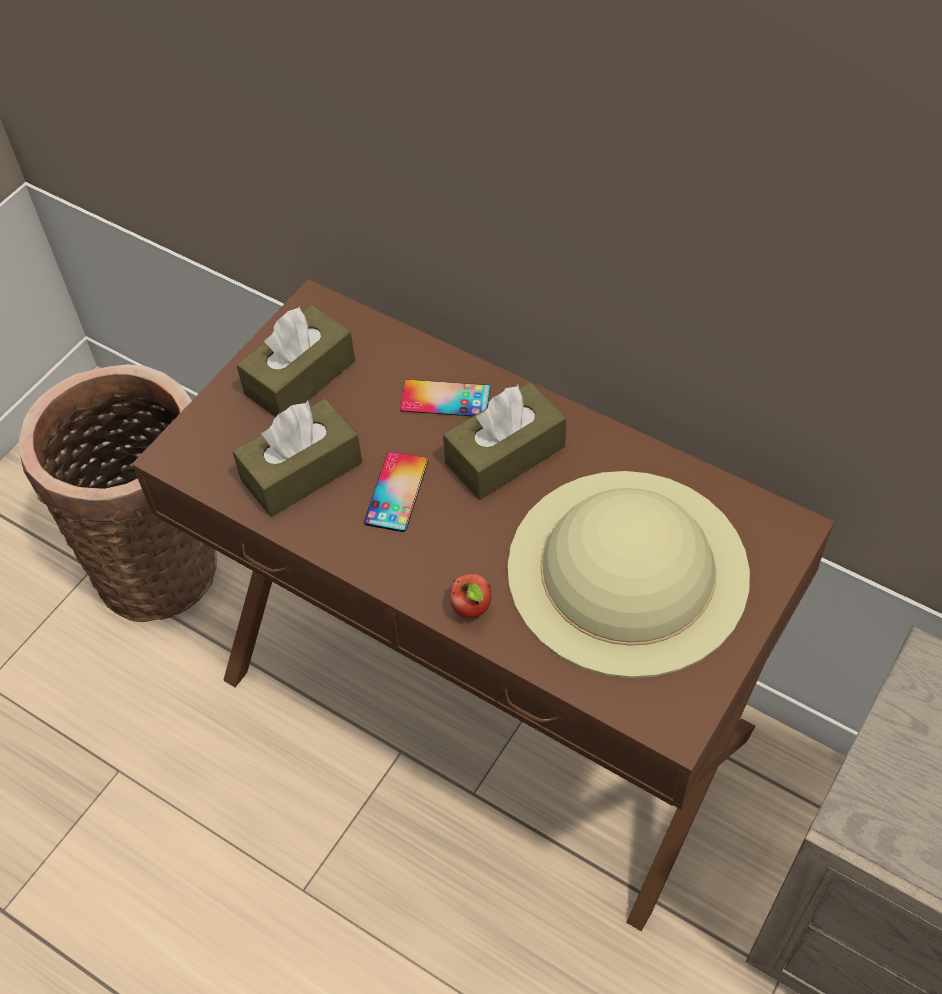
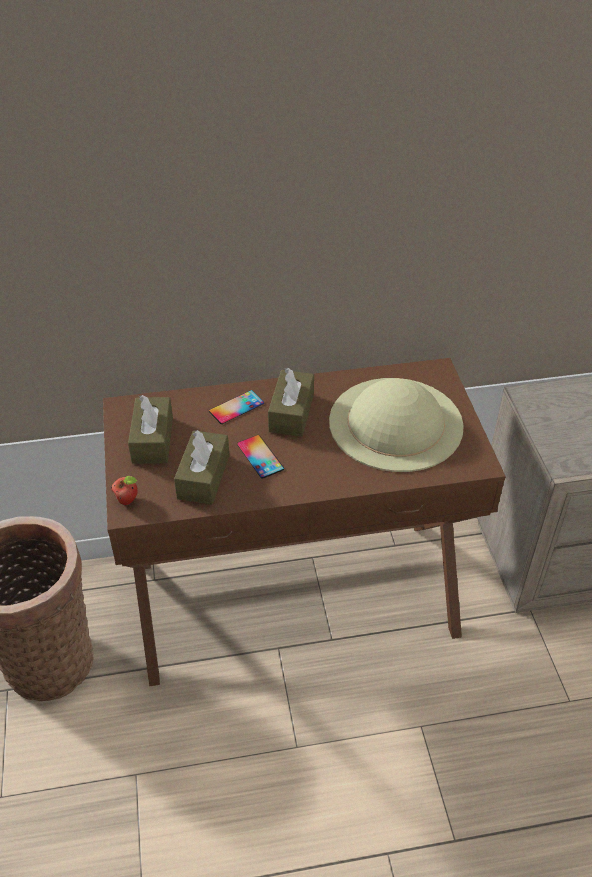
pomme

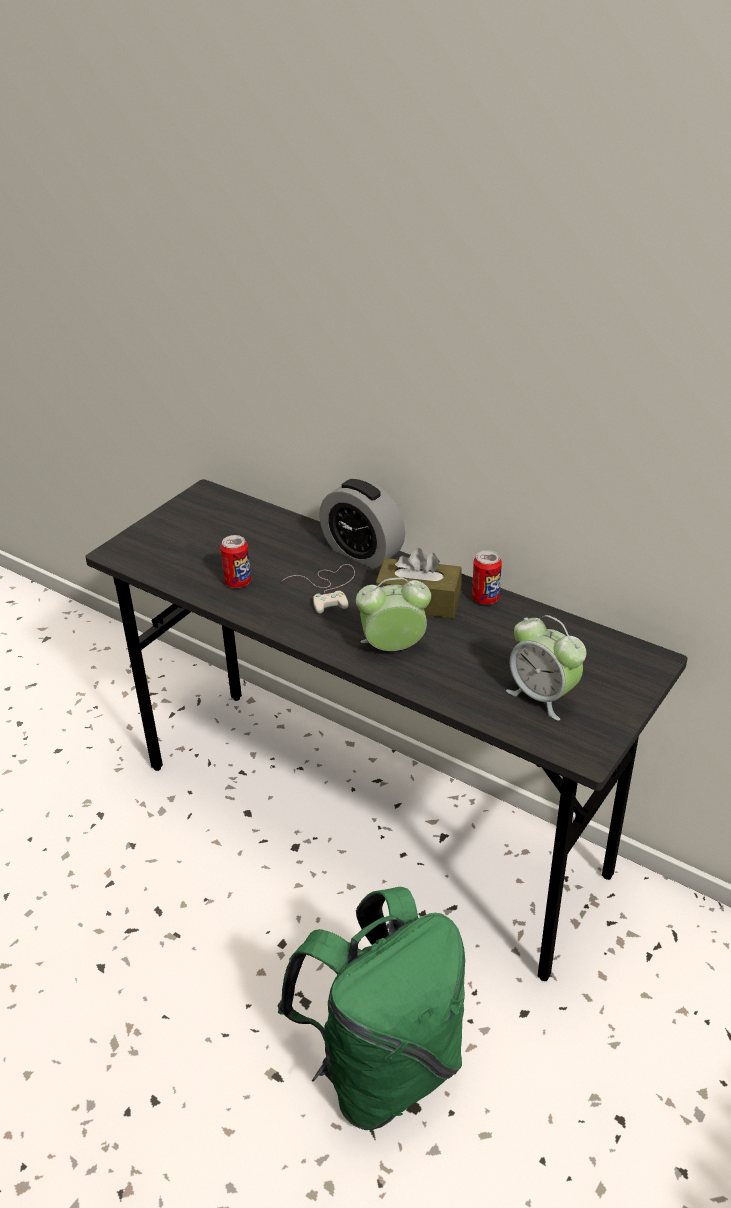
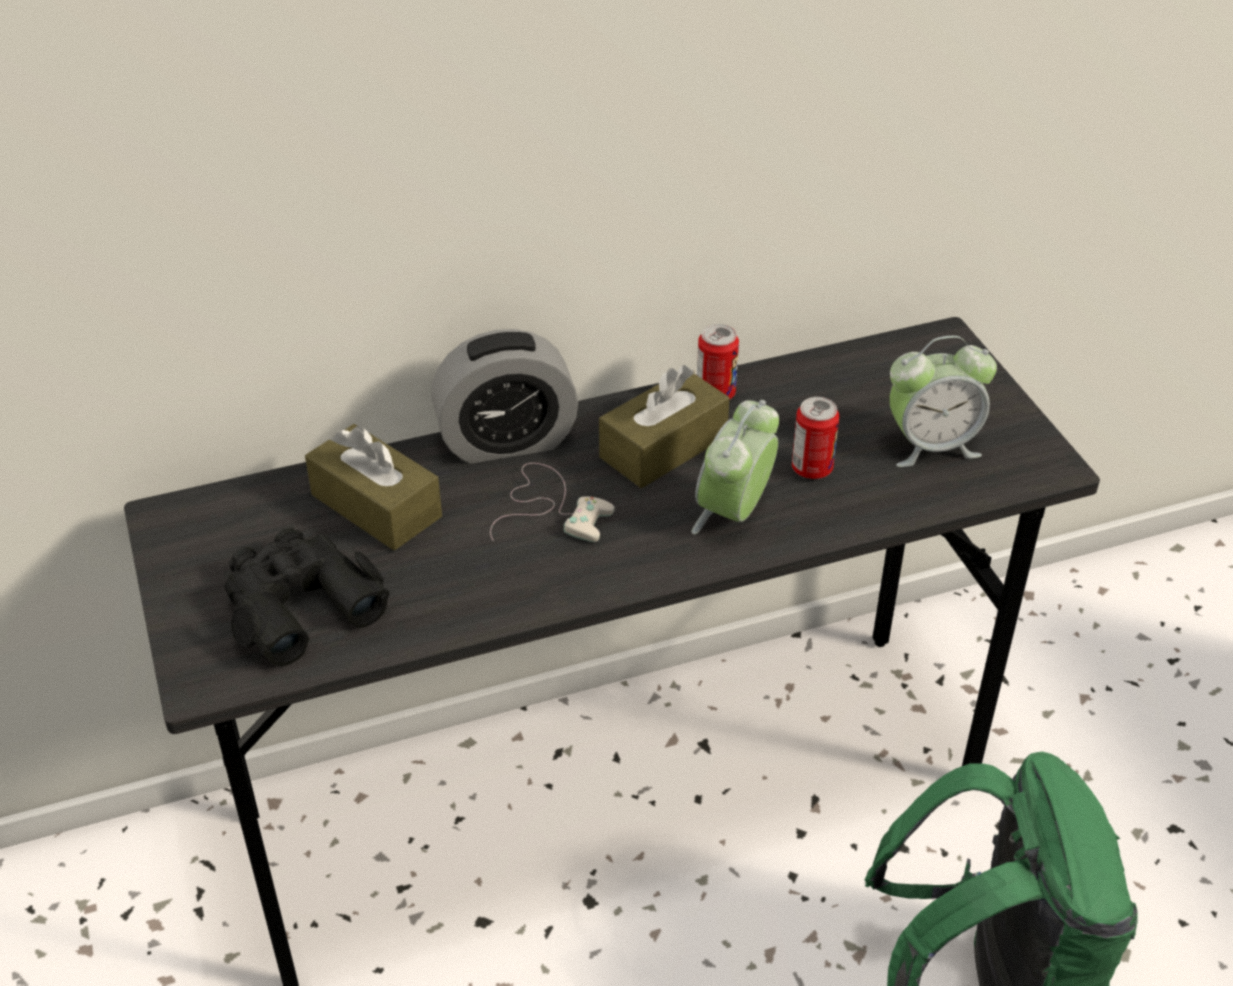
jumelles [noir]
boîte à mouchoirs [marron] (no. 1 from left)
boîte métallique (no. 2 from left)

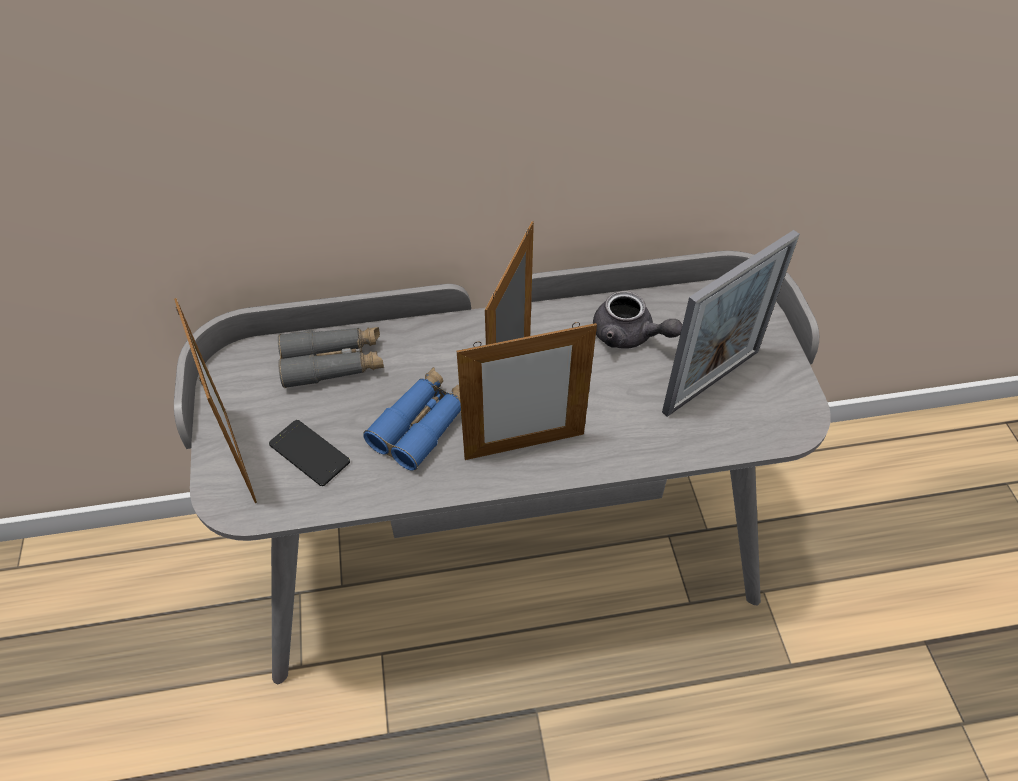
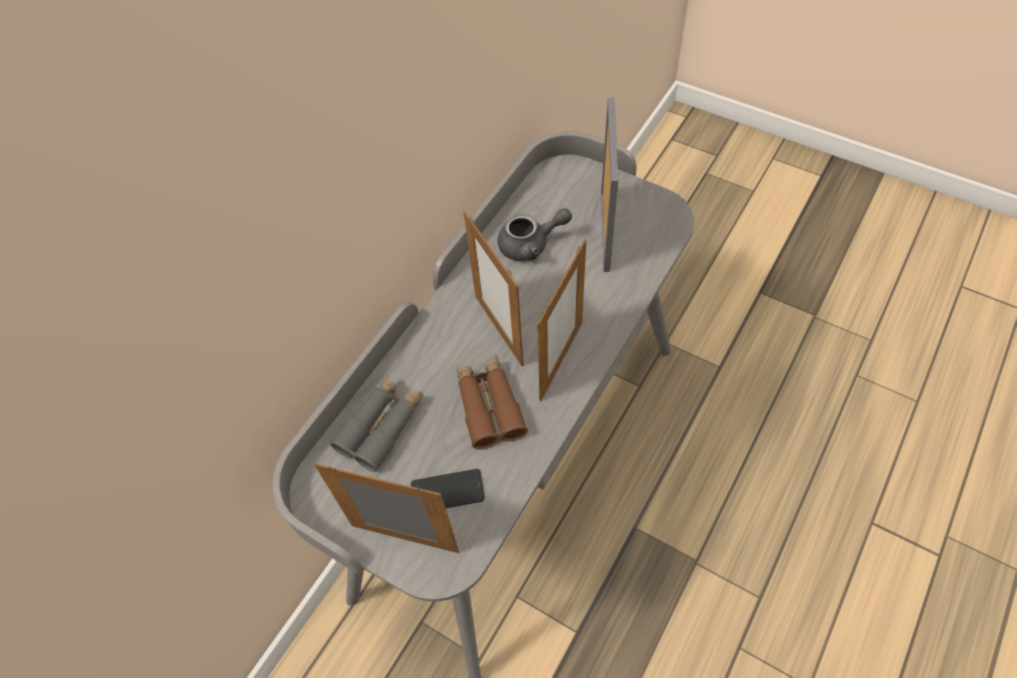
jumelles [marron]

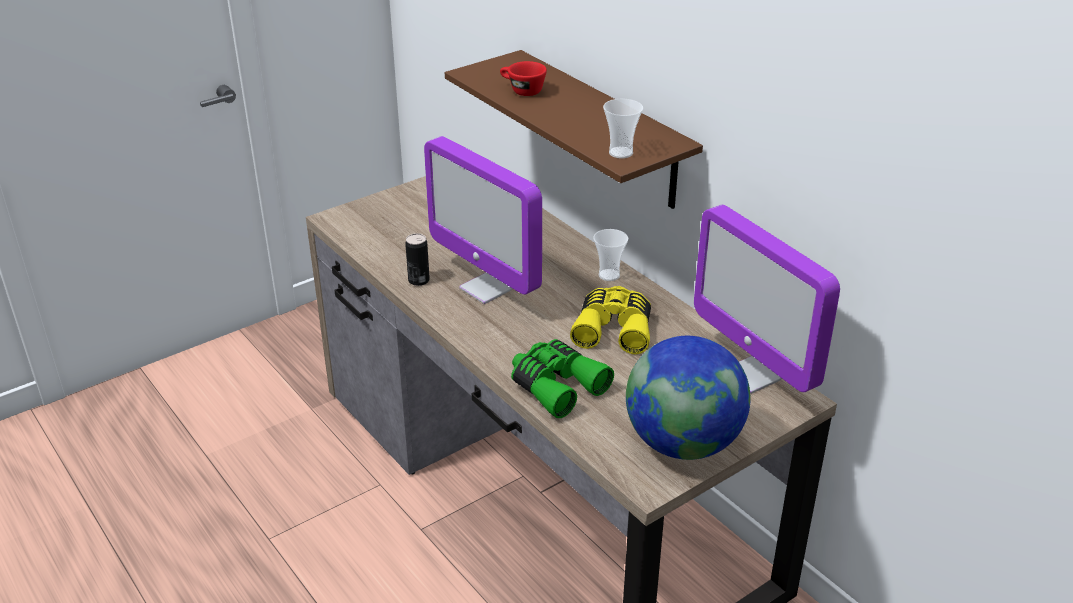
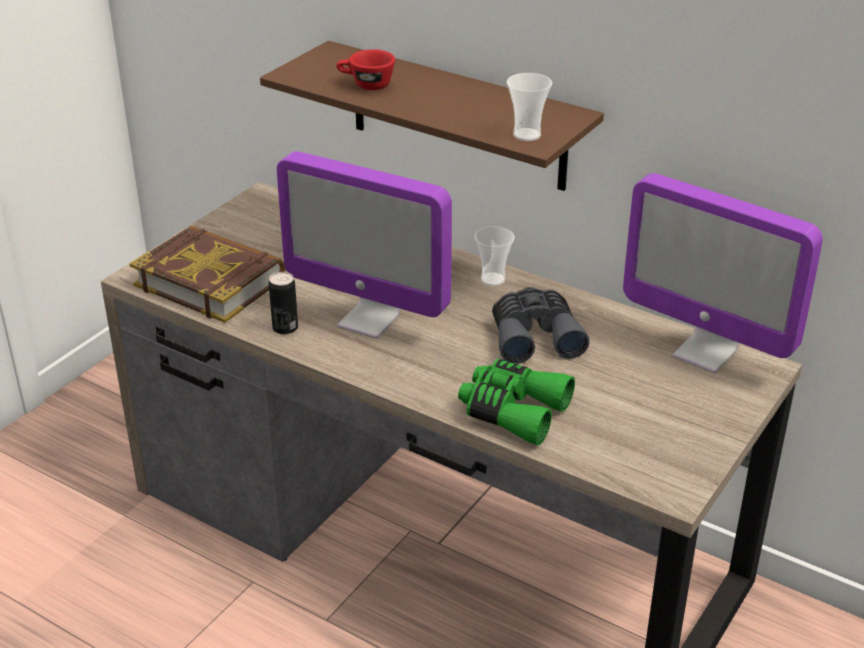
globe
livre
jumelles [gris]

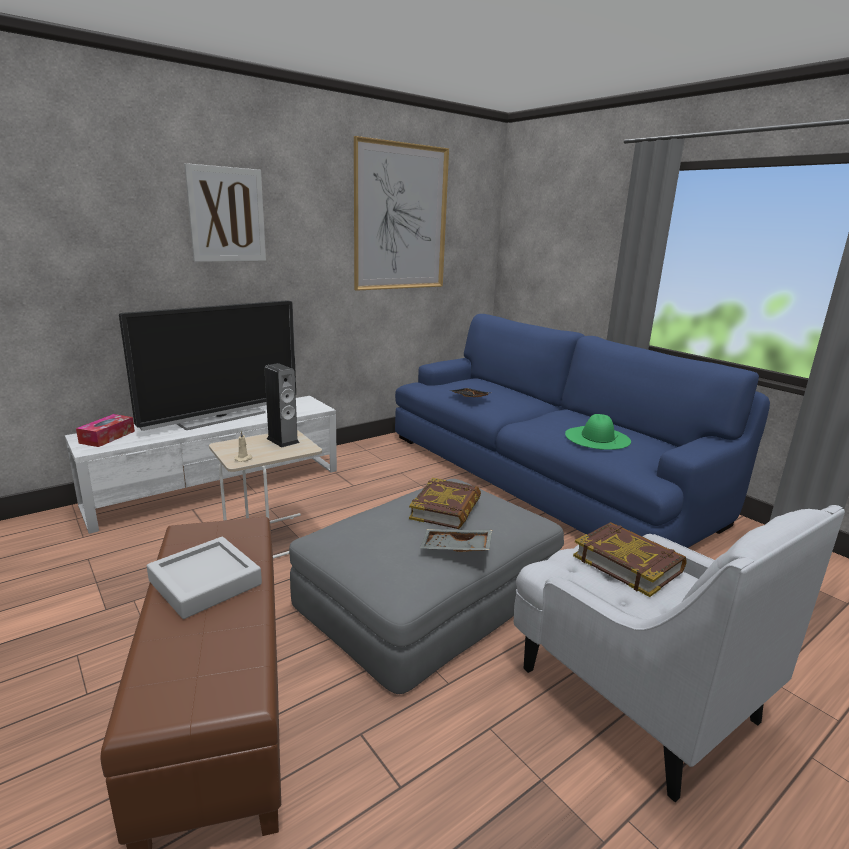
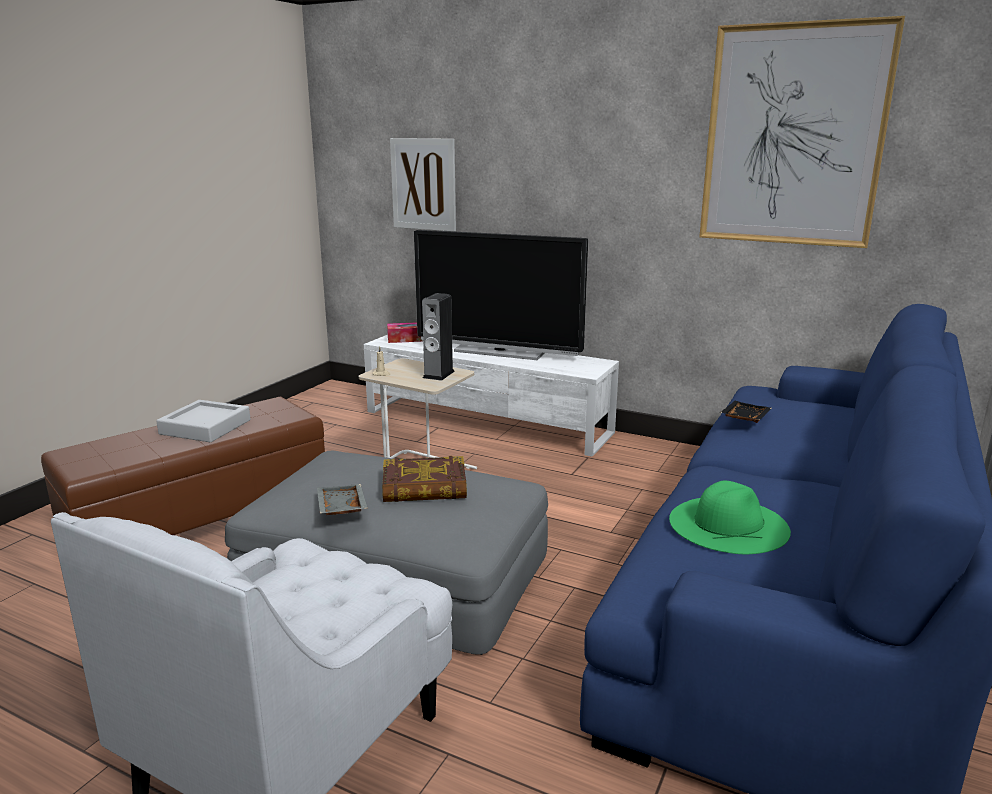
livre (no. 2 from left in the first image)
tableau (no. 1 from left)

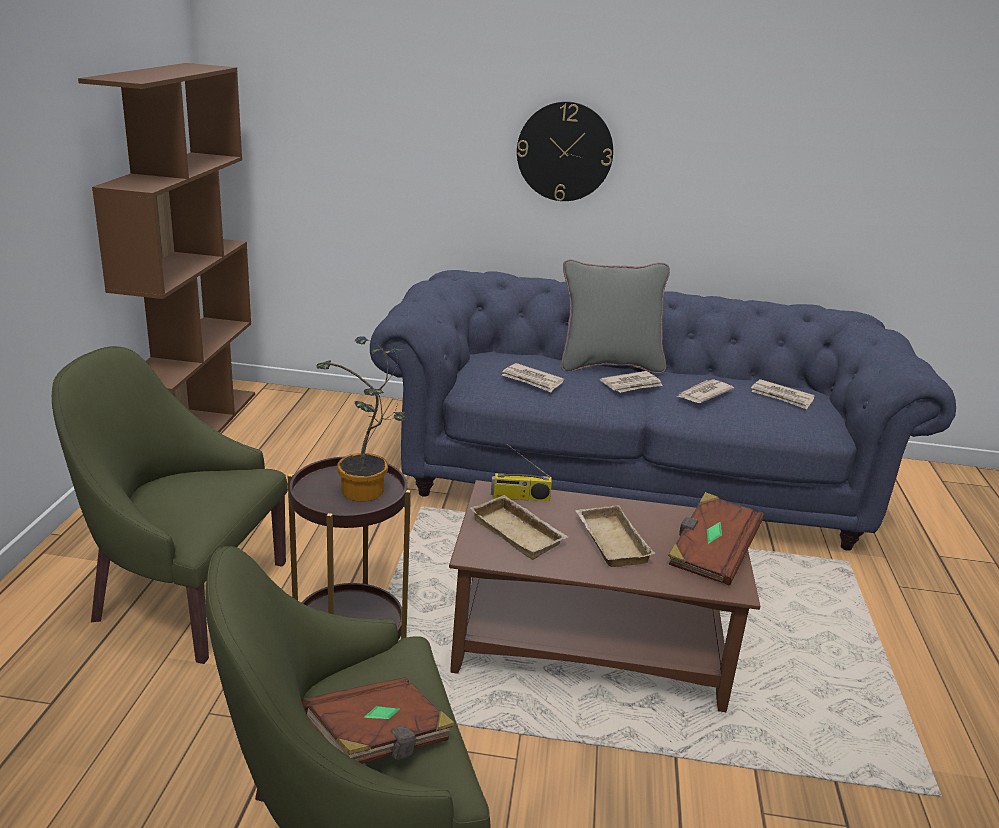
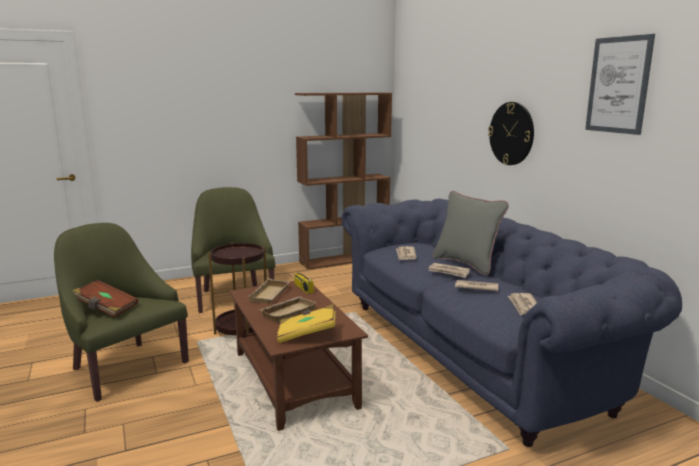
plante en pot
tableau
livre [jaune]

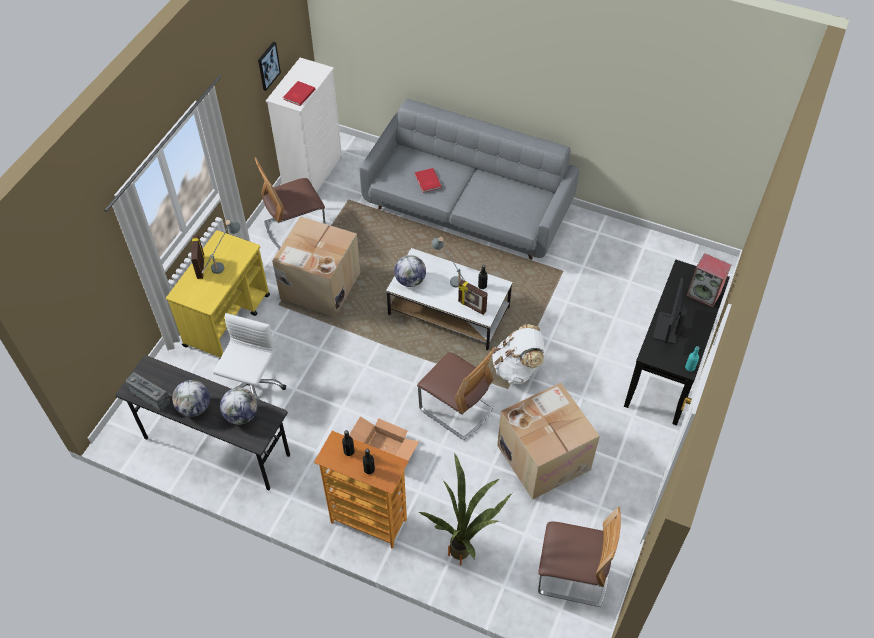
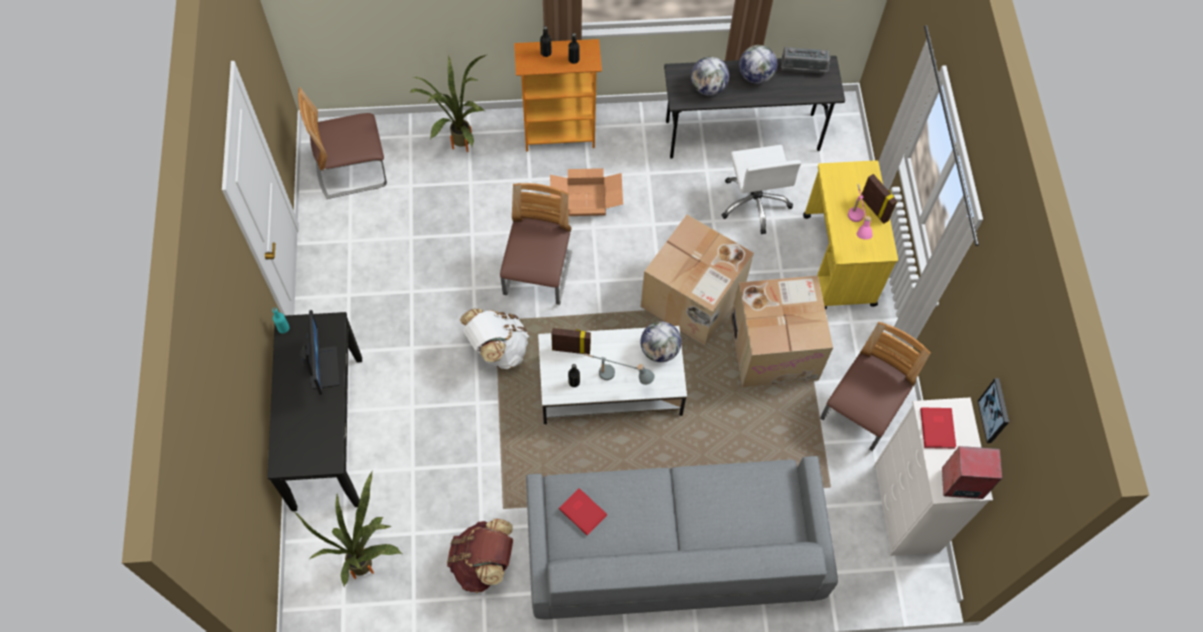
plante en pot (no. 1 from left)
sac à dos [marron]
livre [rouge] (no. 1 from left)
carton (no. 2 from left)
enceinte
lampe de table [rose]
chaise (no. 2 from left)

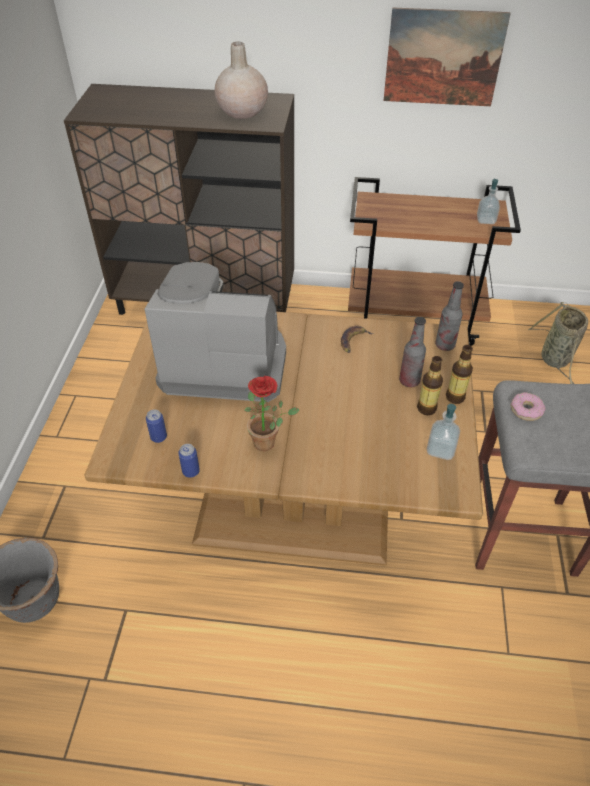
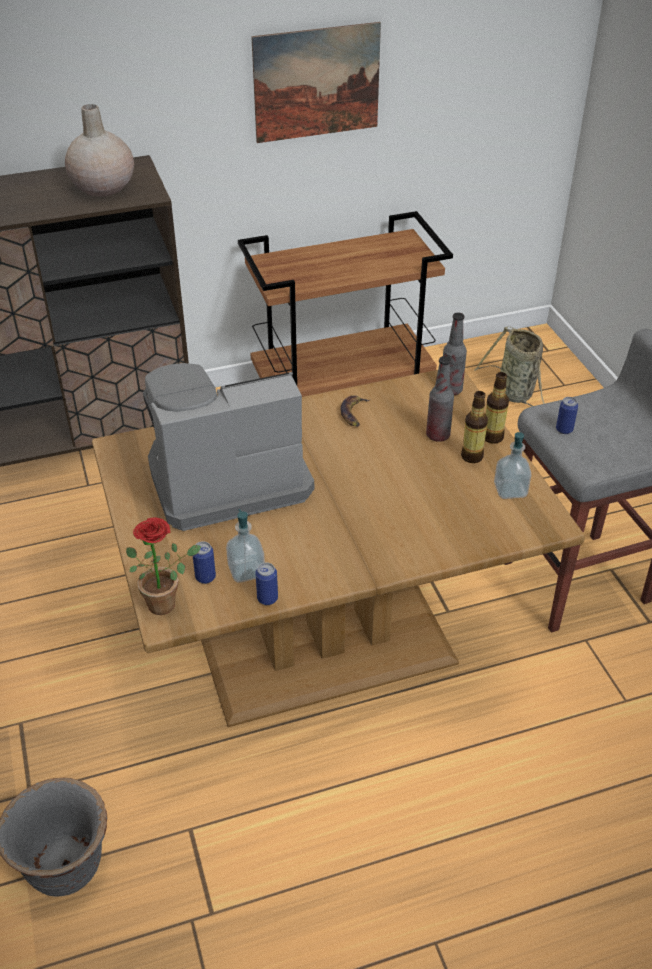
plante en pot
distributeur de savon (no. 1 from left)
boîte métallique (no. 3 from left)

